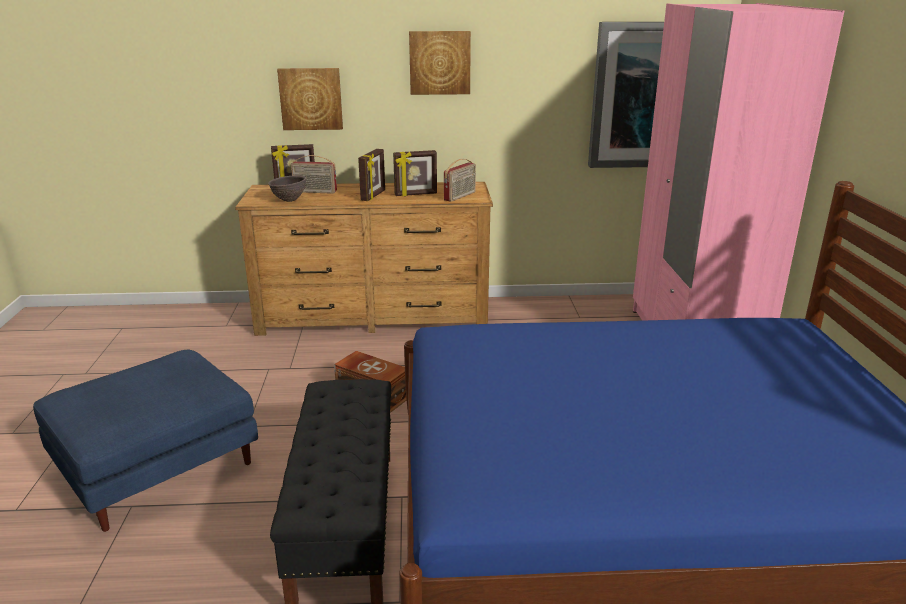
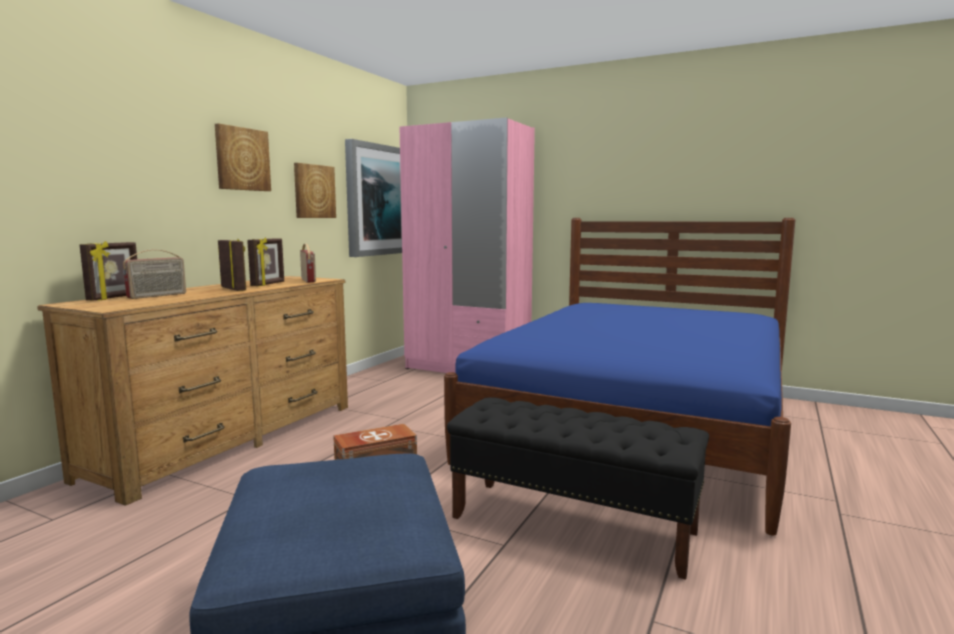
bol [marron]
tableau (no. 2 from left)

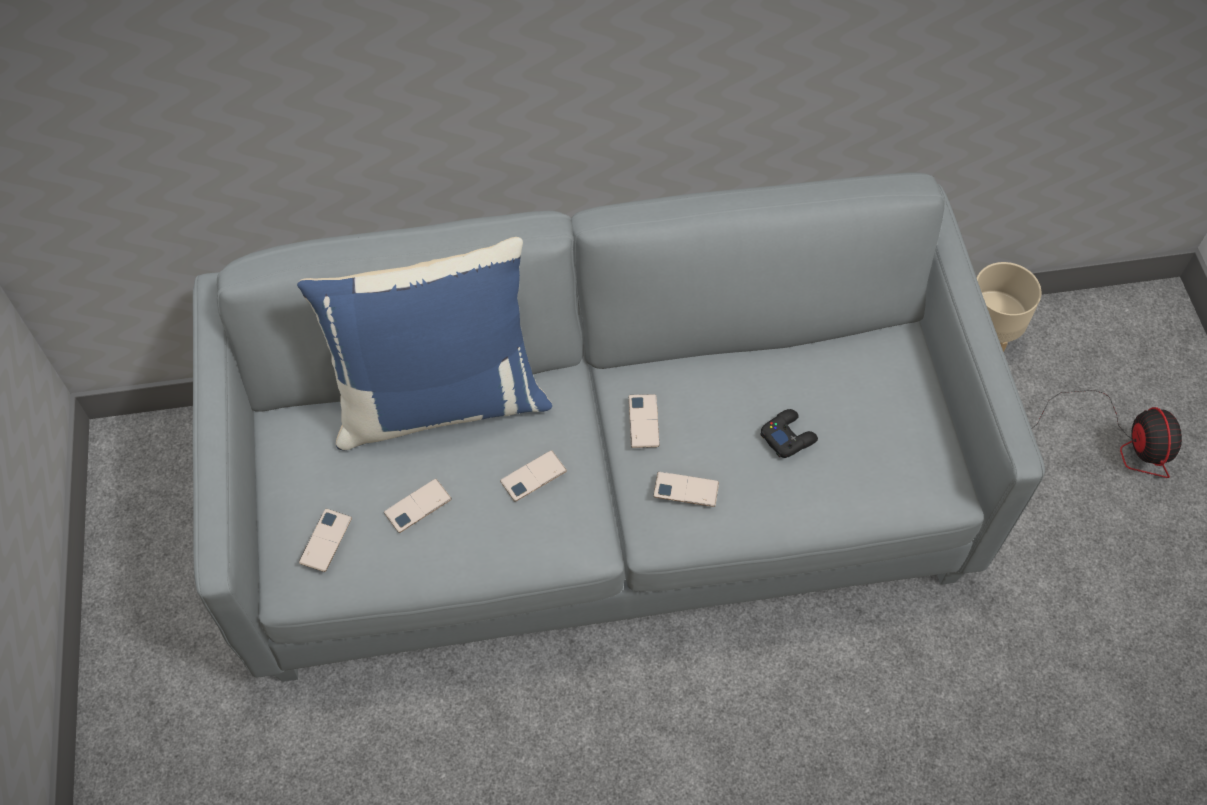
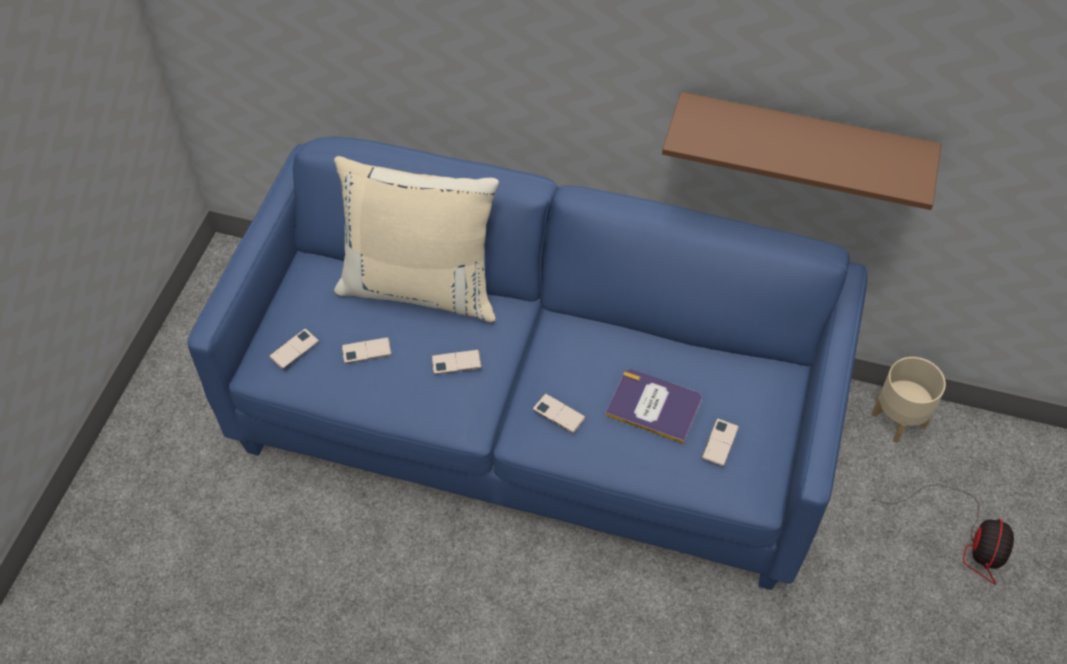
étagère [marron]
téléphone (no. 5 from left)
livre
canapé [bleu]
coussin [beige]

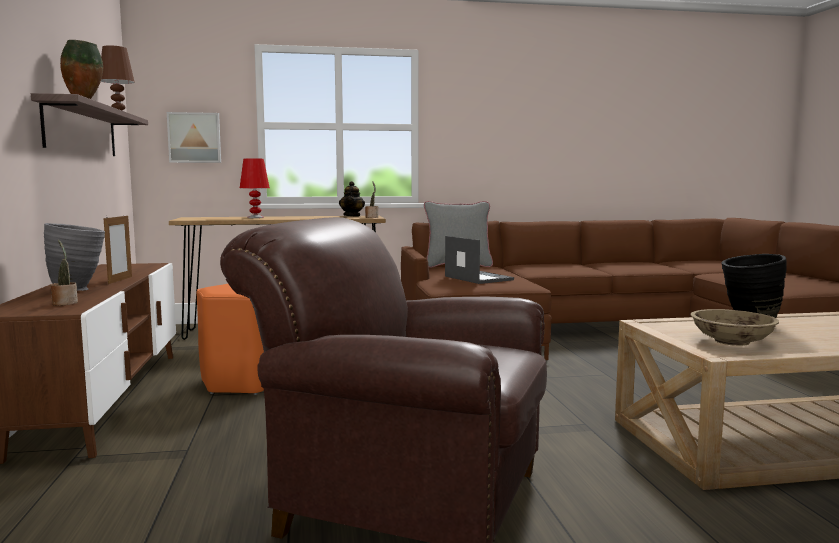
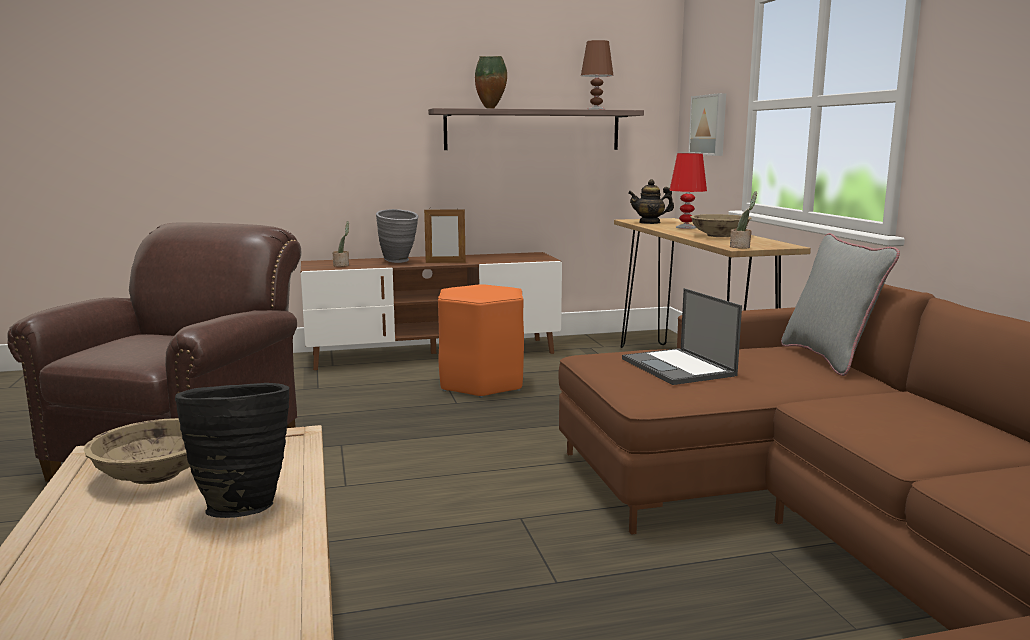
bol [beige] (no. 2 from left)
théière
ordinateur portable

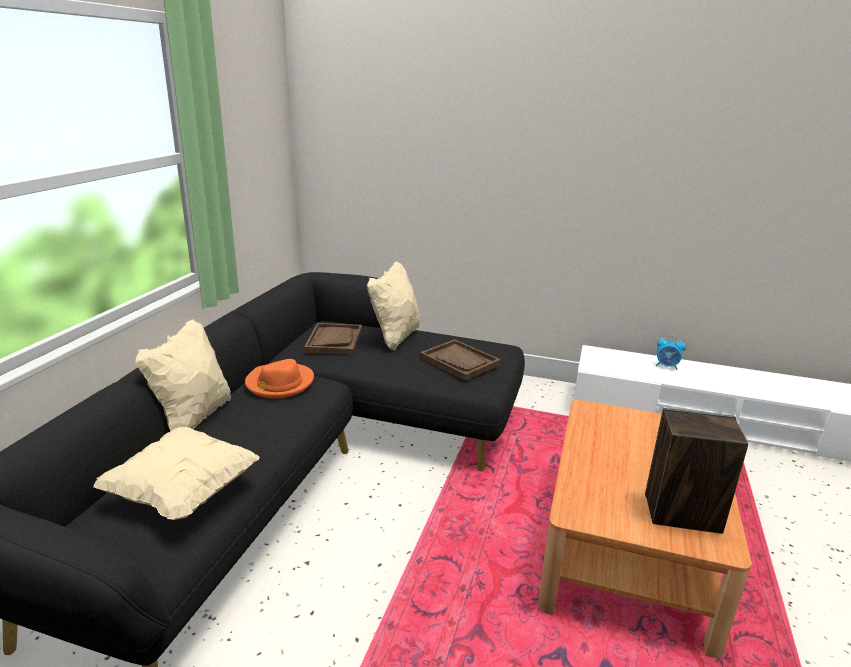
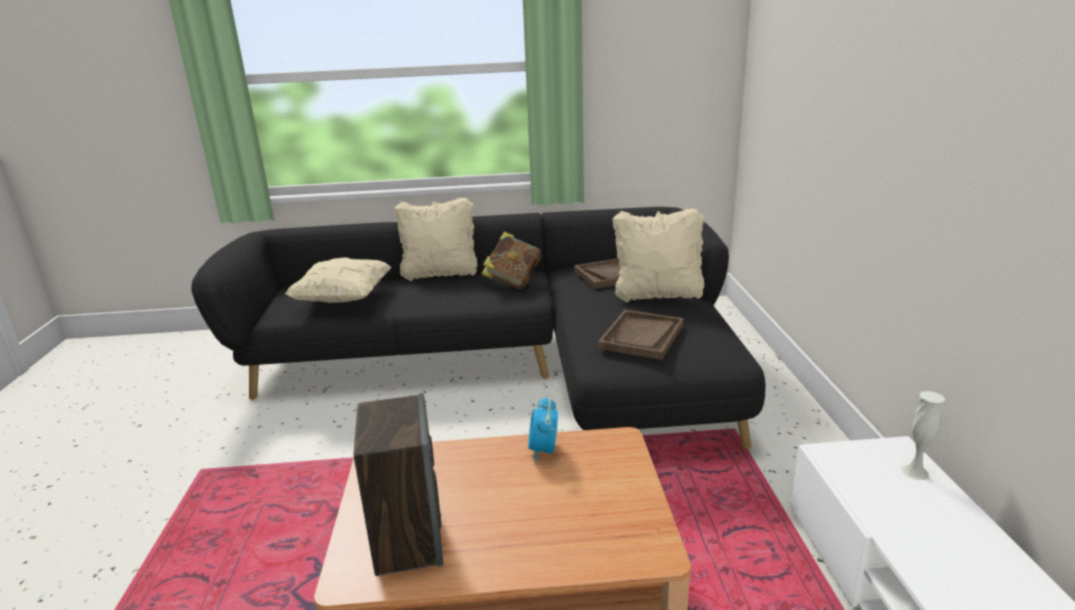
vase [blanc]
réveil
livre

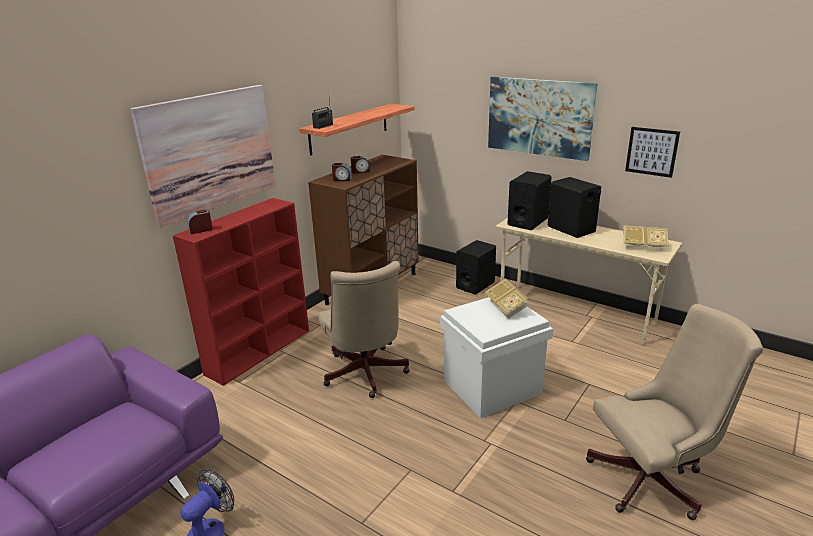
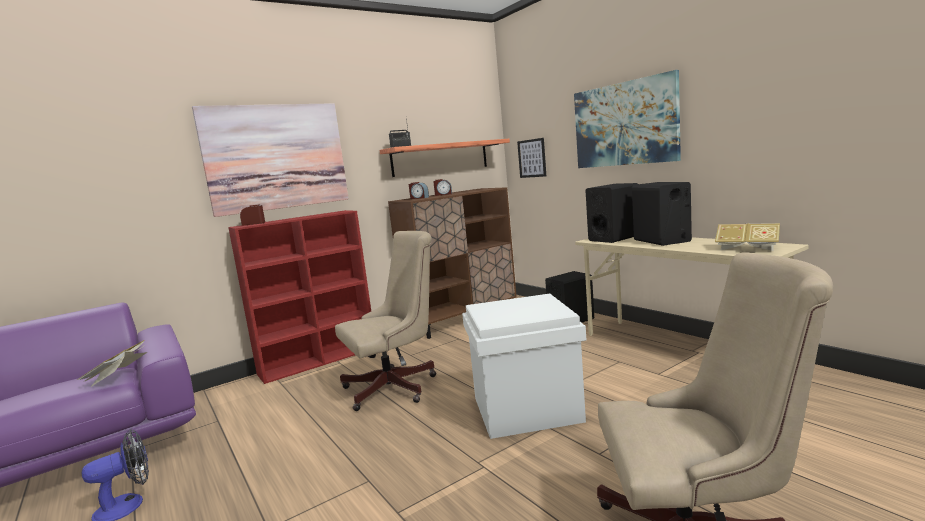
livre (no. 1 from left)
tableau (no. 2 from left)
chaise de bureau [beige] (no. 1 from left)

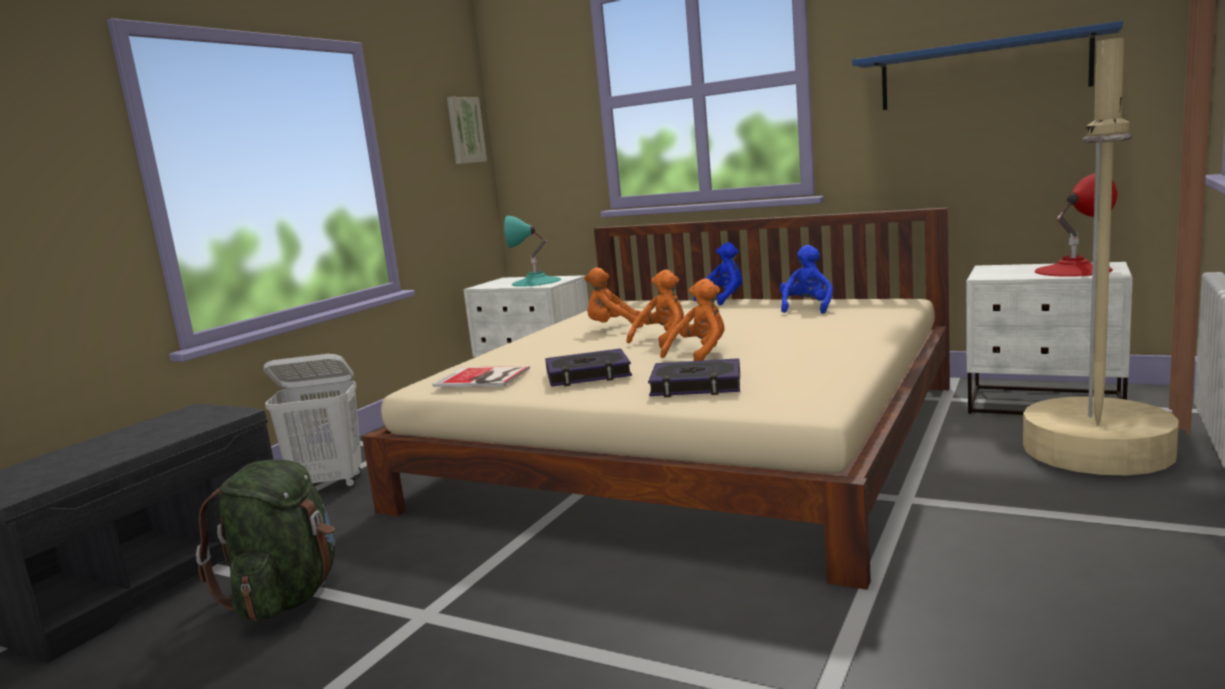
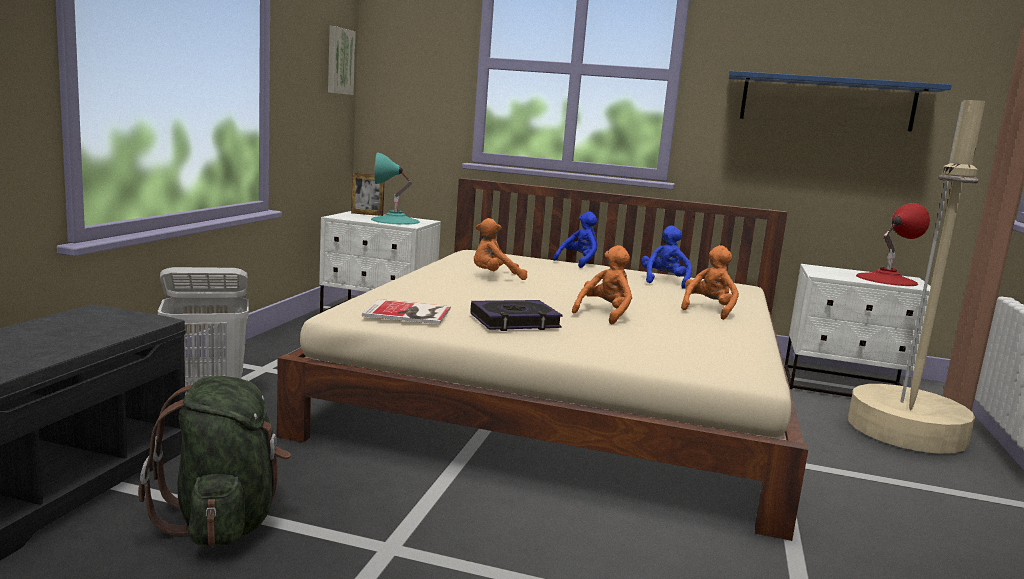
livre (no. 3 from left in the first image)
cadre photo
peluche [orange] (no. 3 from left)

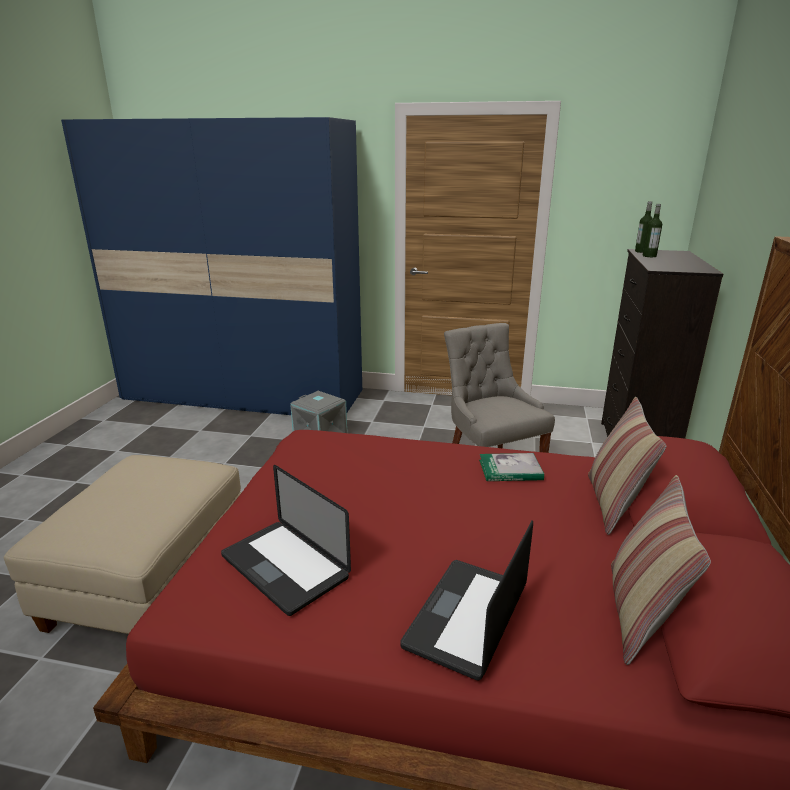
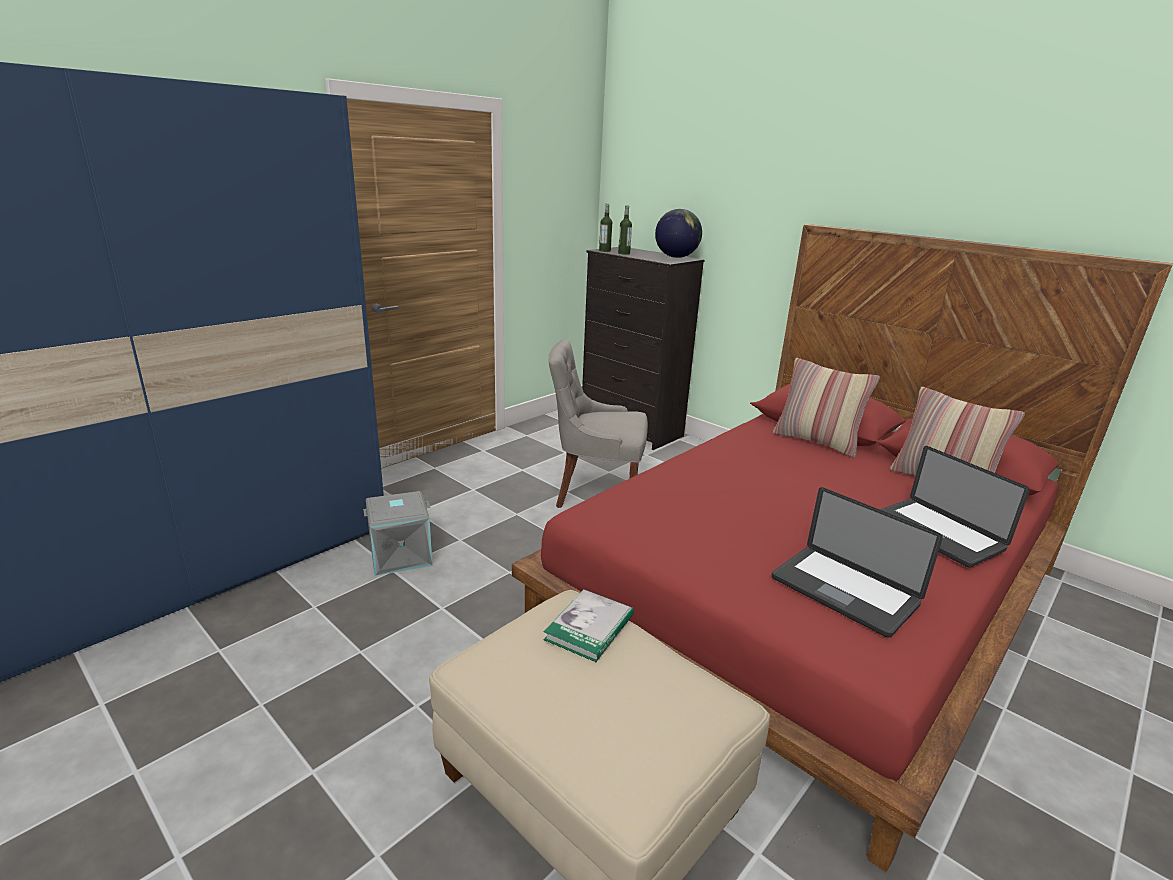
globe
livre
ordinateur portable (no. 1 from left)

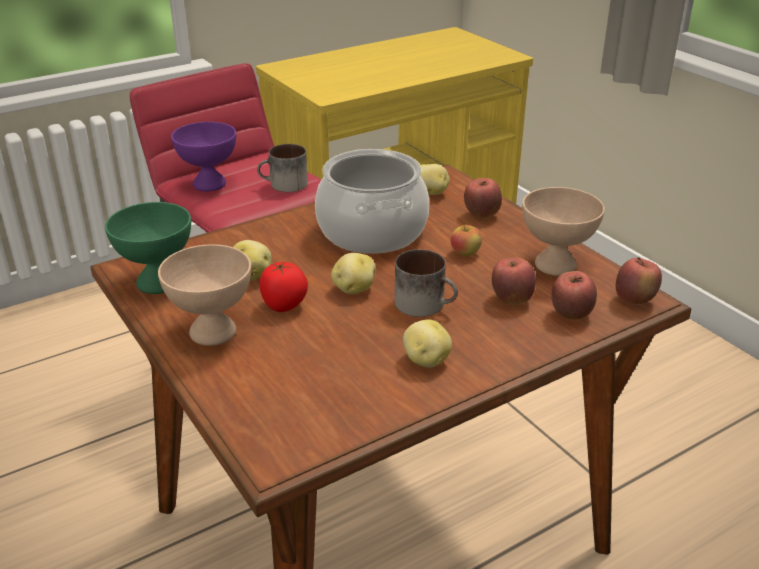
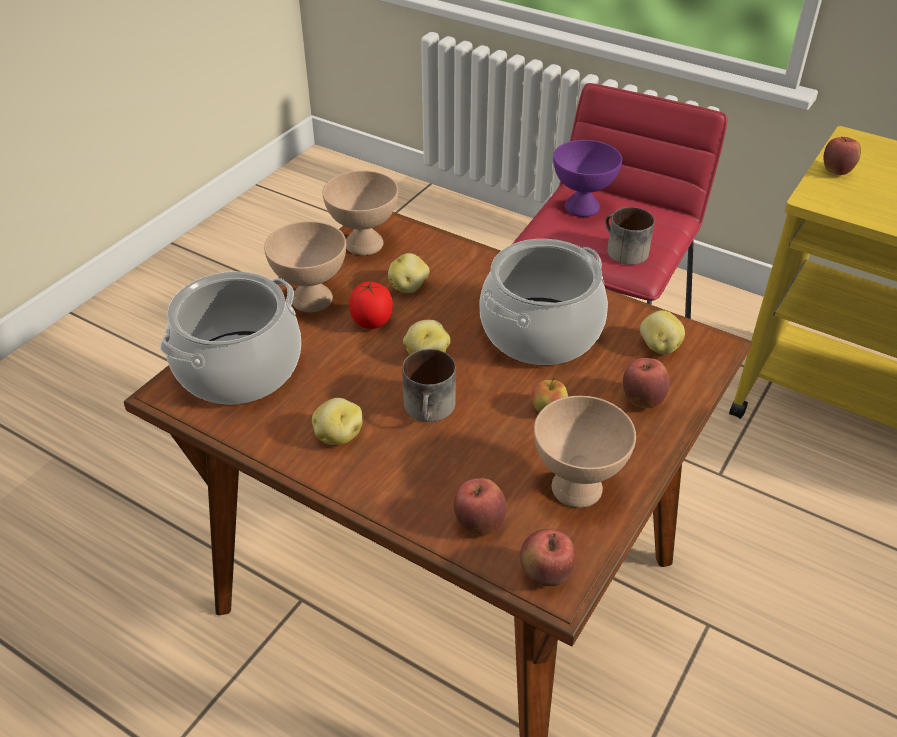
marmite (no. 1 from left)
pomme (no. 5 from left)
bol [beige] (no. 2 from left)

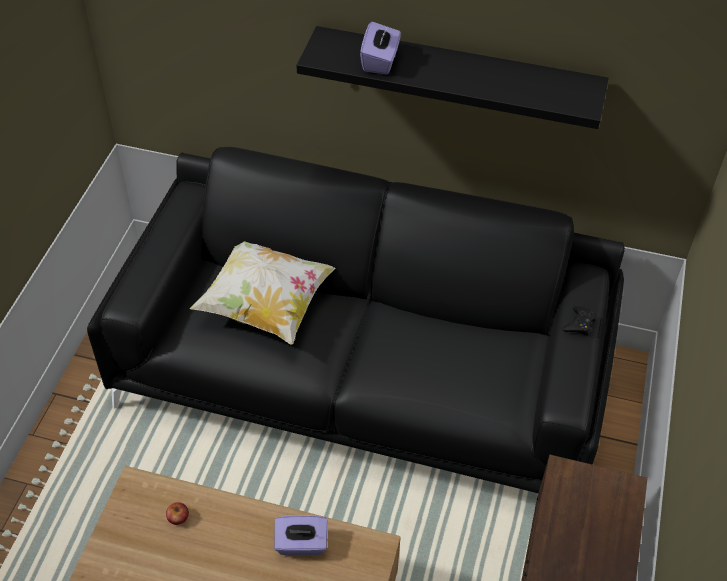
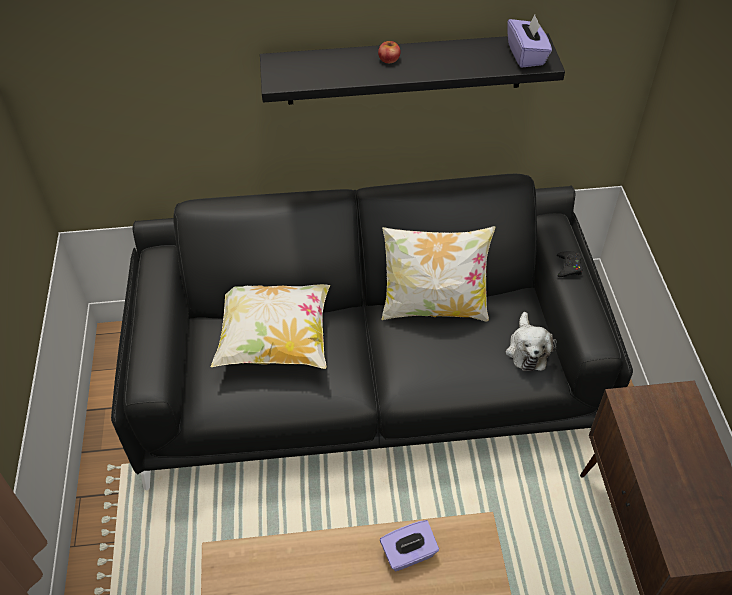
coussin (no. 2 from left)
peluche
pomme
boîte à mouchoirs [violet] (no. 2 from left)

